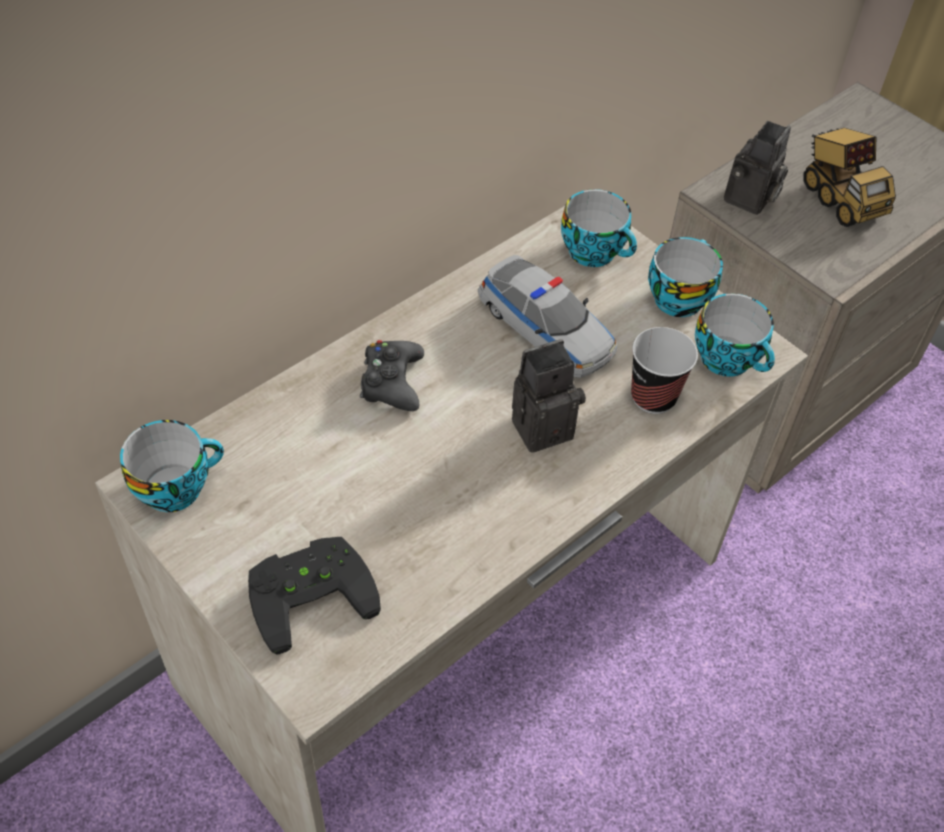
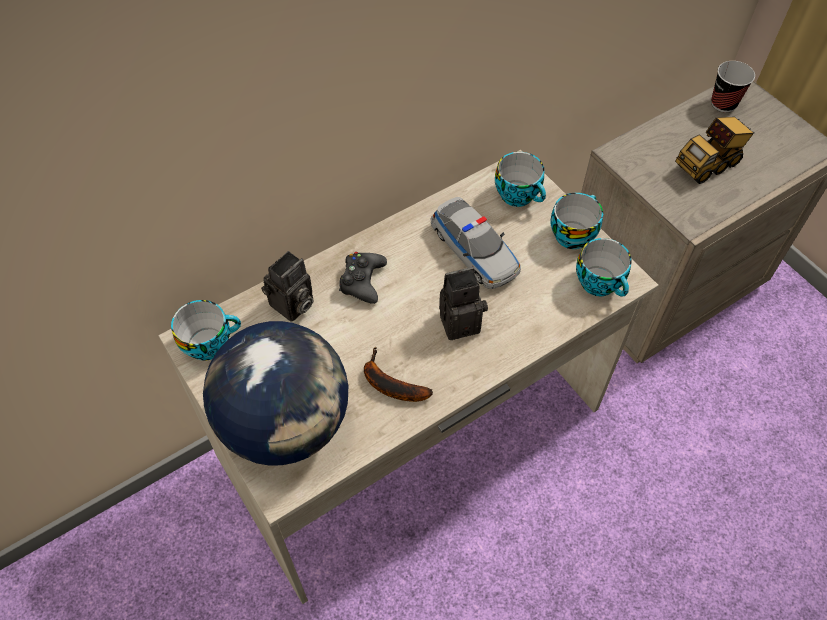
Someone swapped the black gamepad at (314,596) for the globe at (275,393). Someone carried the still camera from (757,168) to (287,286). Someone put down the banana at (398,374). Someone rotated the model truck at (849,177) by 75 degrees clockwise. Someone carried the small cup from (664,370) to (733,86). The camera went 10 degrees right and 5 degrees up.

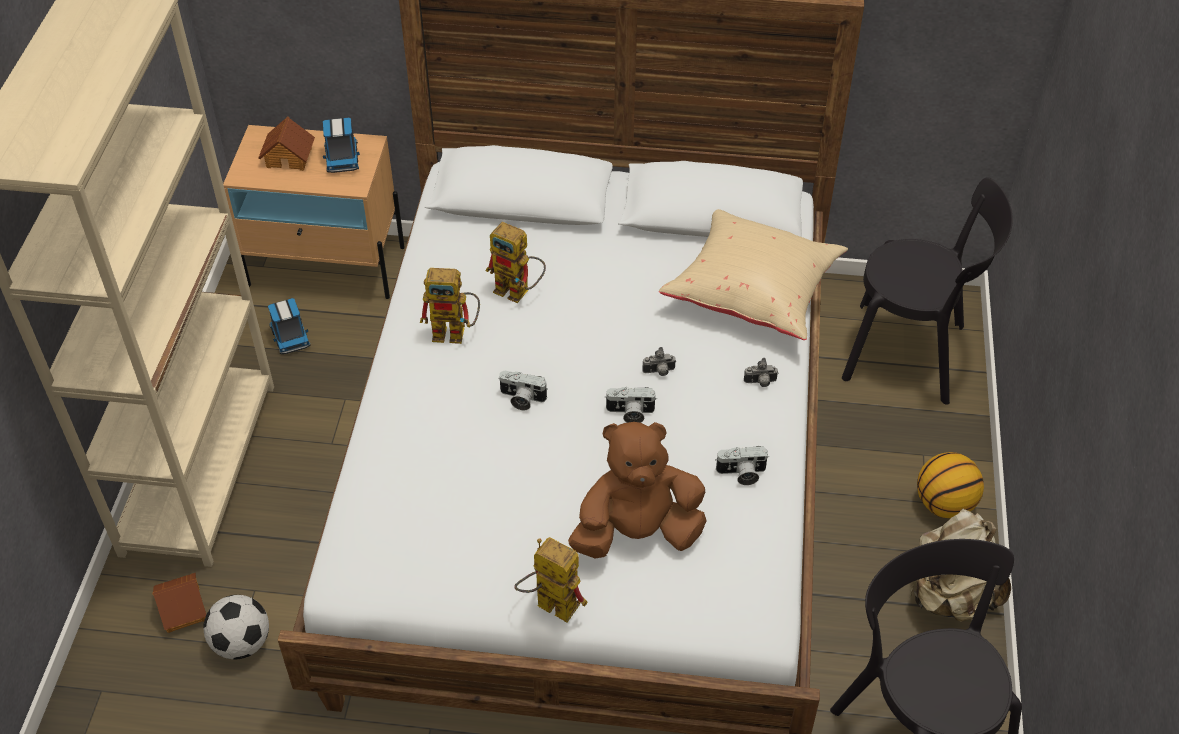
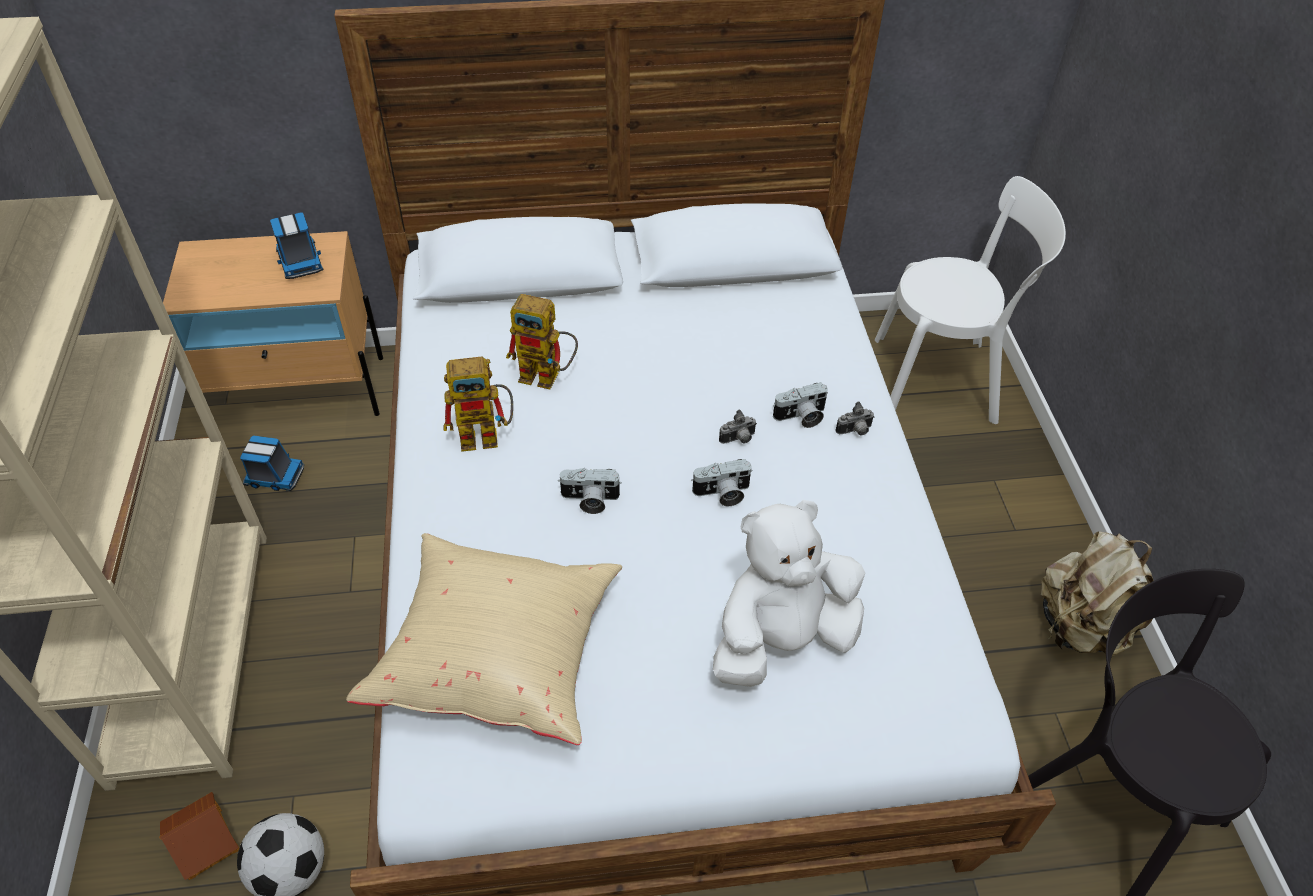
Someone rotated the model truck at (289,326) by 45 degrees counterclockwise. Someone carried the sand-coloured cushion from (753,274) to (484,639). Someone repainted the brownish cuddly toy at (637,490), which became the white-coloured cuddly toy at (789,593). Someone carried the still camera from (742,465) to (800,405). Someone repainted the black upright chair at (927,291), which became the white-coloured upright chair at (970,300). Someone took away the model house at (286,143). Someone took away the model robot at (551,579). Someone took away the basketball ball at (950,485). The camera went 15 degrees left and 0 degrees up.

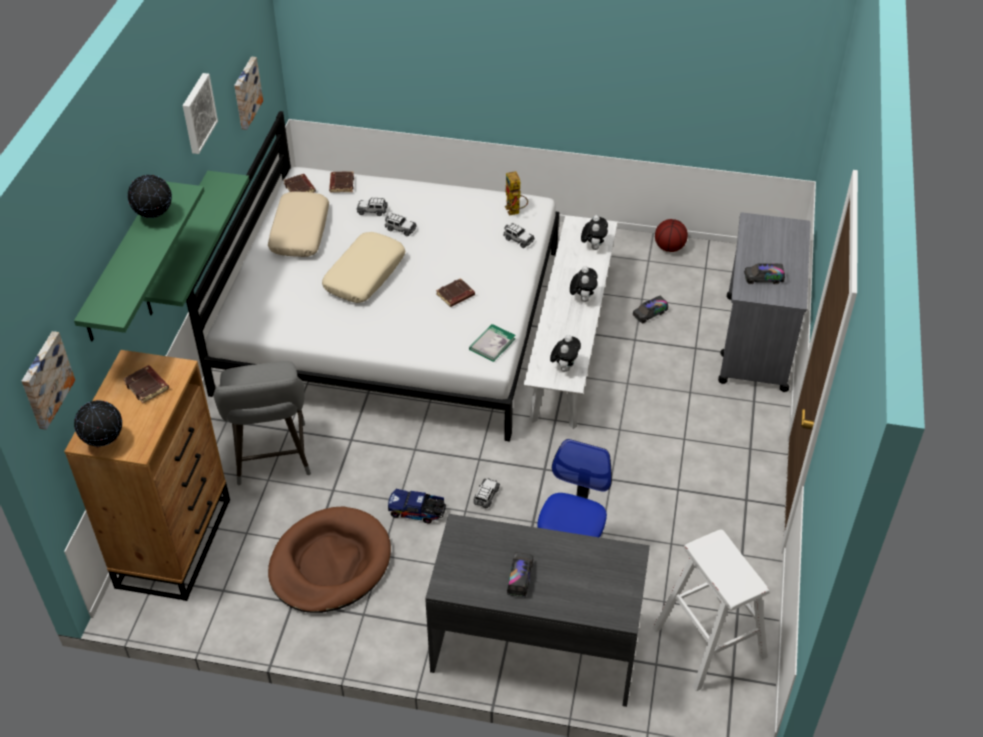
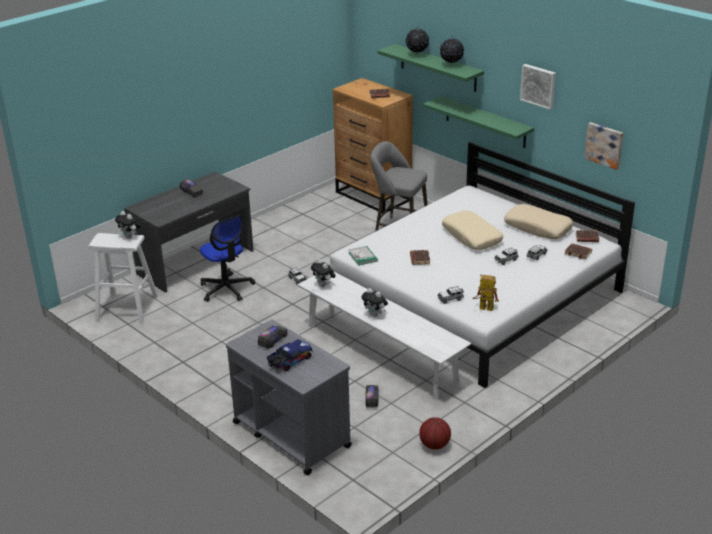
Someone carried the cuddly toy from (594,232) to (128,224). Someone carried the model truck from (417,506) to (290,355). Someone carried the globe from (98,423) to (417,40). Someone took away the wall art at (48,380). Someone took away the brownish dog bed at (329,559). The camera went 125 degrees right and 15 degrees down.

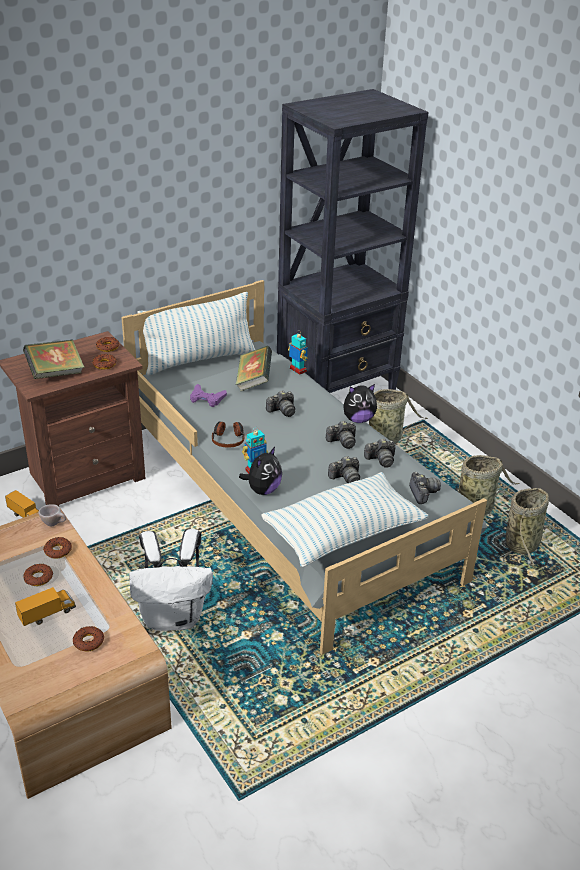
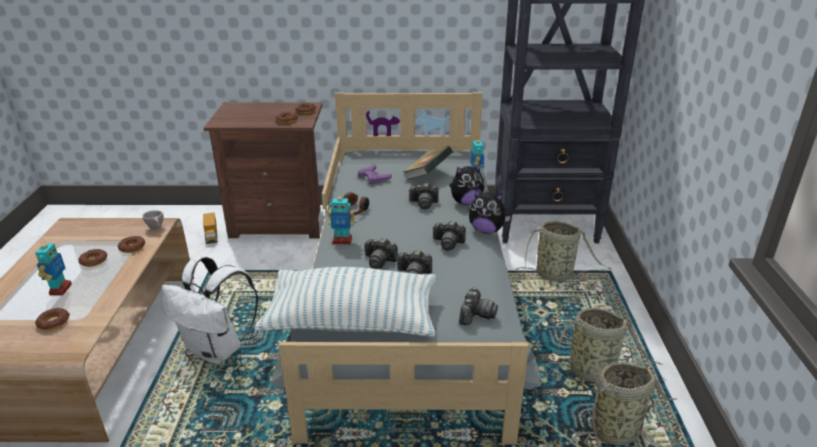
Someone swapped the model truck at (45,606) for the model robot at (53,267). Someone carried the still camera from (380,453) to (381,253). Someone carried the cuddly toy from (260,471) to (467,184). Someone took away the bound book at (53,359). Someone took away the cushion at (196,333). The camera went 35 degrees right and 5 degrees down.

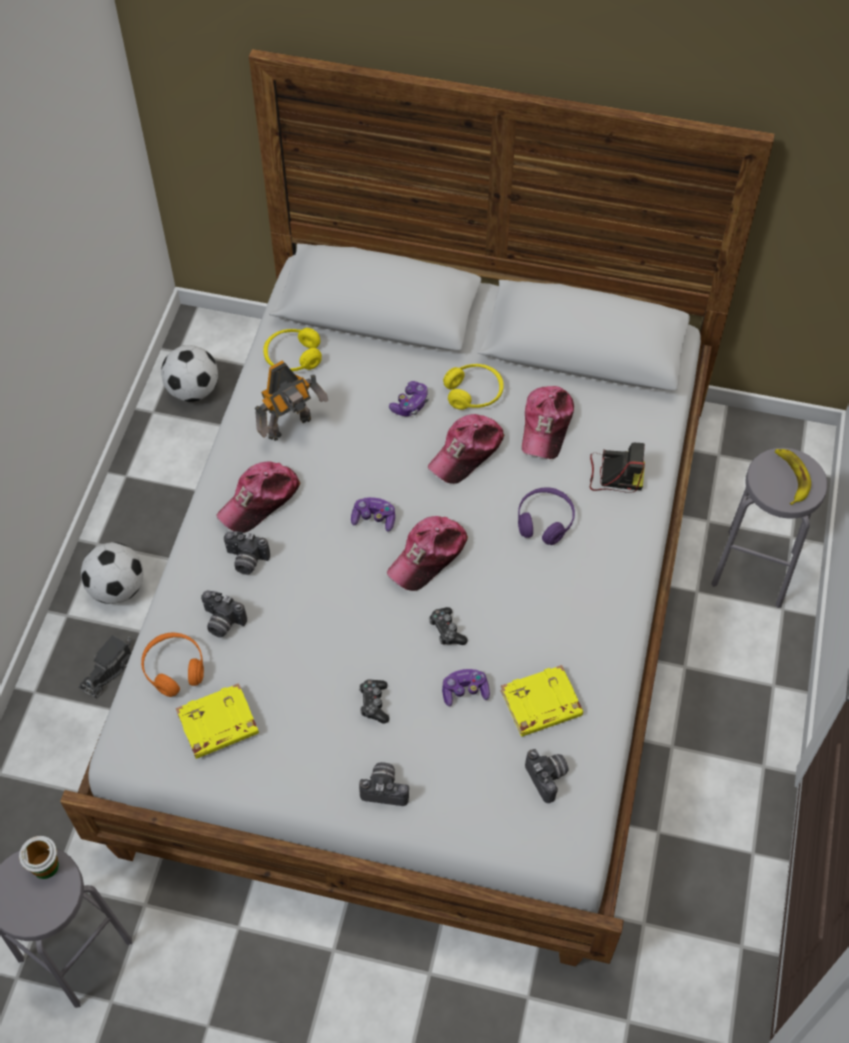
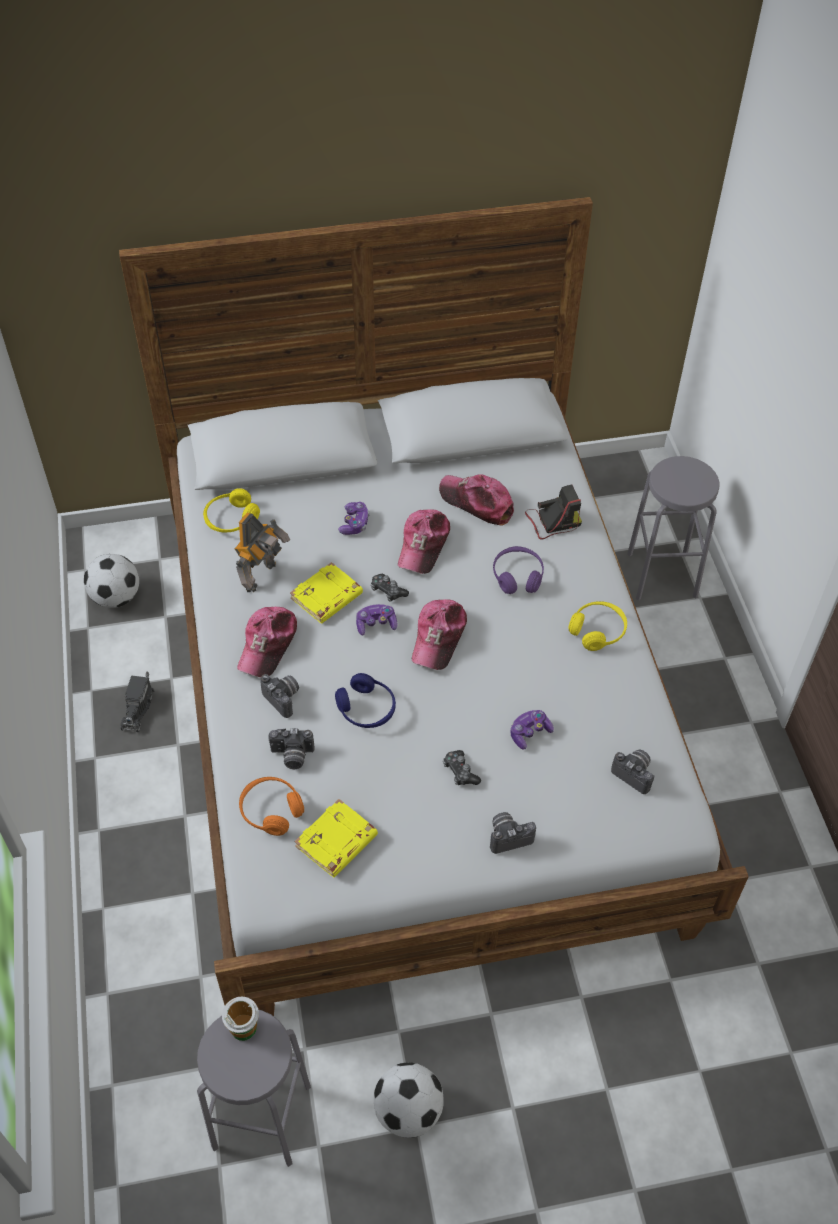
Someone carried the model truck from (105,666) to (137,701). Someone rotated the still camera at (247,553) by 120 degrees counterclockwise. Someone carried the yellowish bound book from (541,700) to (326,592). Someone put down the blue-coloured pair of headphones at (365,700). Someone carried the gamepad from (448,626) to (390,587). Someone carried the ball for football from (112,573) to (409,1100). Someone rotated the peaked cap at (548,422) by 135 degrees clockwise. Someone carried the yellowish pair of headphones from (473,387) to (597,626). Someone took away the banana at (793,477). The camera went 25 degrees left and 5 degrees down.

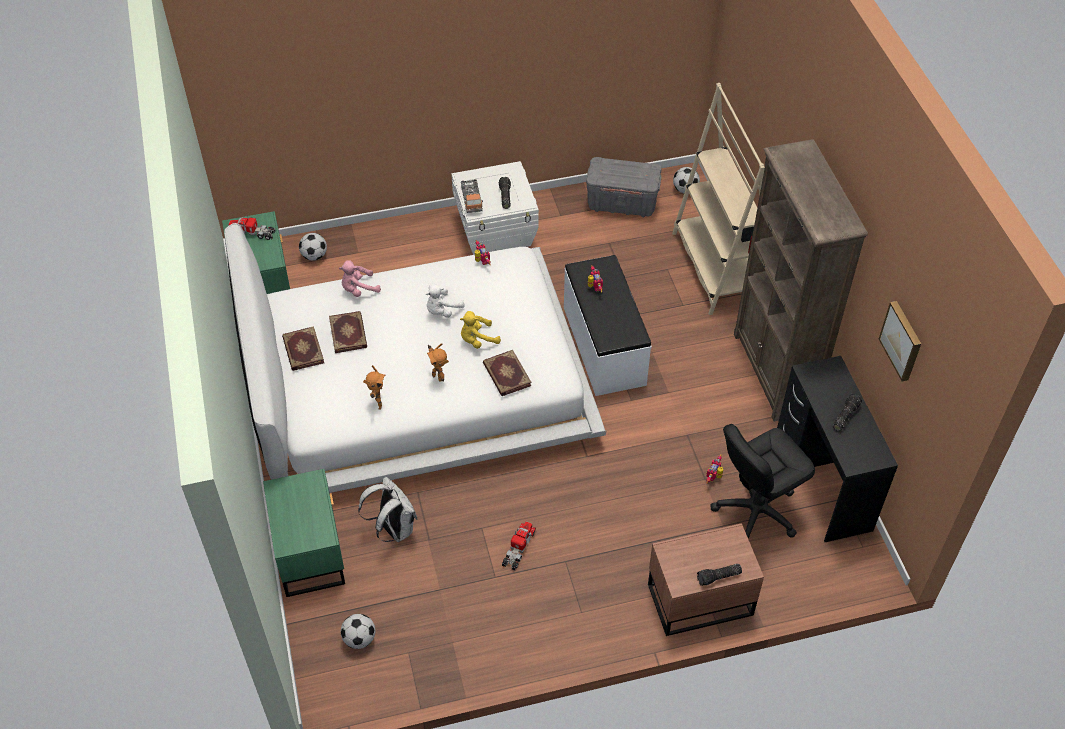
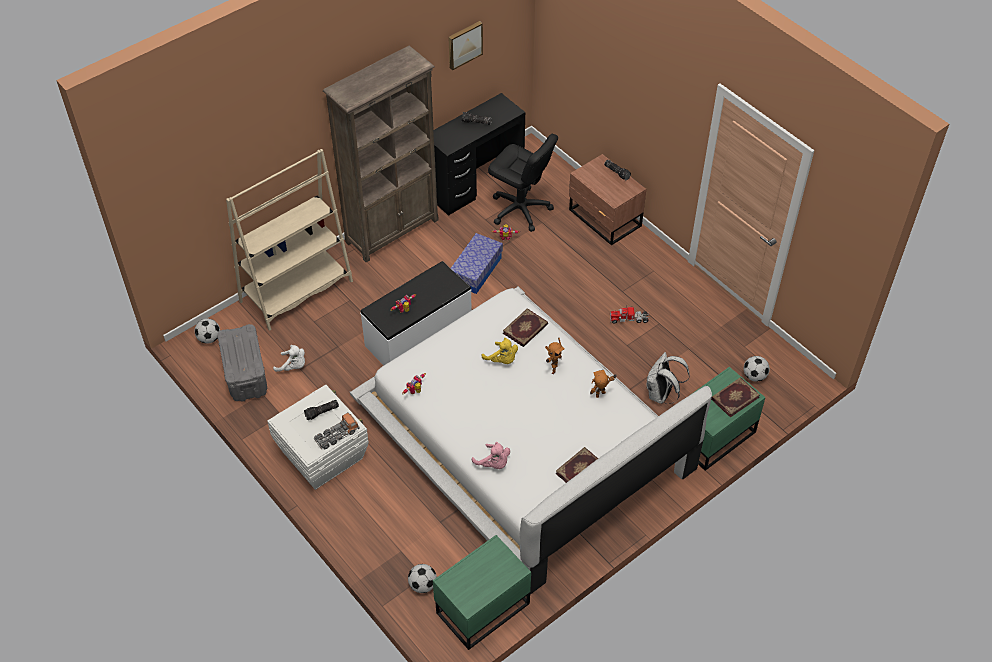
Someone carried the white-coloured cuddly toy from (445,301) to (289,358). Someone put down the storage bin at (477,263). Someone carried the bound book from (348,332) to (735,397). Someone took away the model truck at (252,228). The camera went 115 degrees left and 0 degrees up.

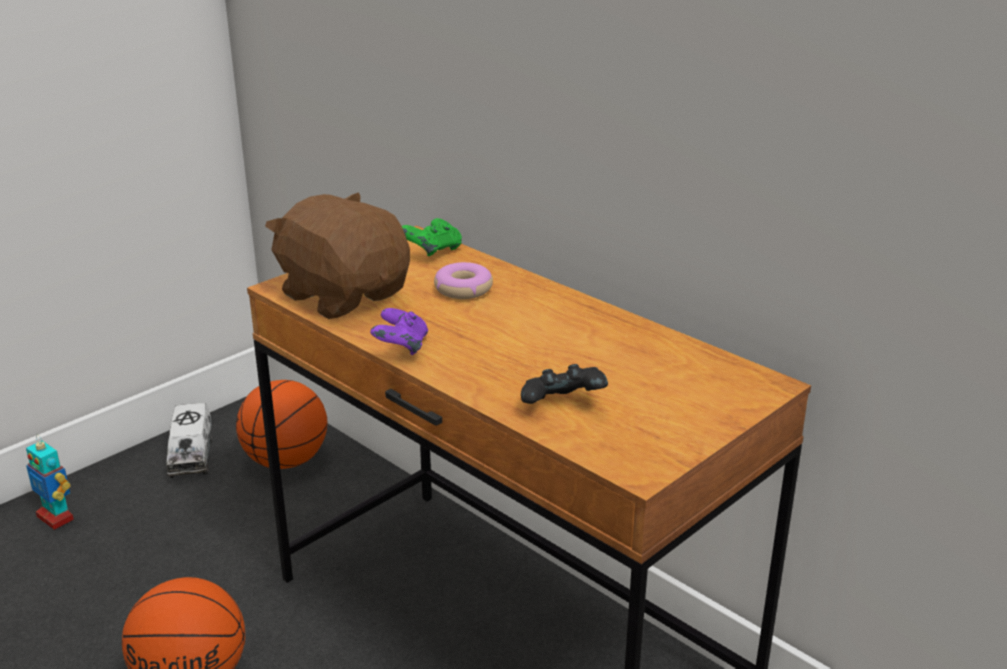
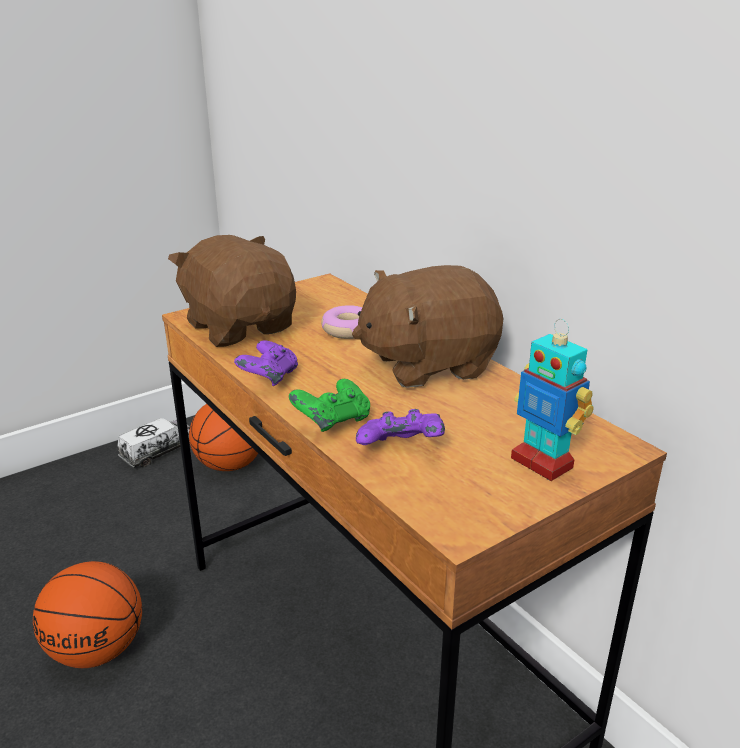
Someone rotated the model truck at (189,440) by 135 degrees counterclockwise. Someone carried the greenish gamepad from (432,237) to (329,405). Someone put down the brownish cuddly toy at (427,326). Someone repainted the black gamepad at (564,384), which became the purple gamepad at (400,427). Someone carried the model robot from (50,482) to (552,400). The camera went 10 degrees right and 0 degrees up.

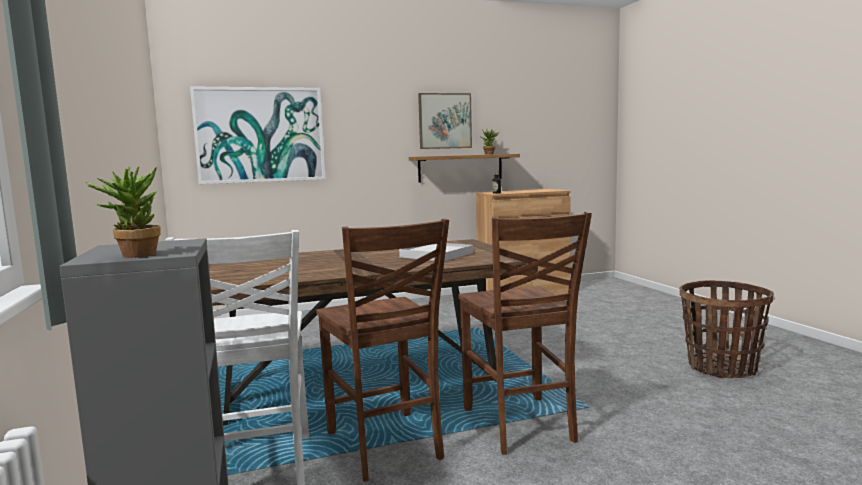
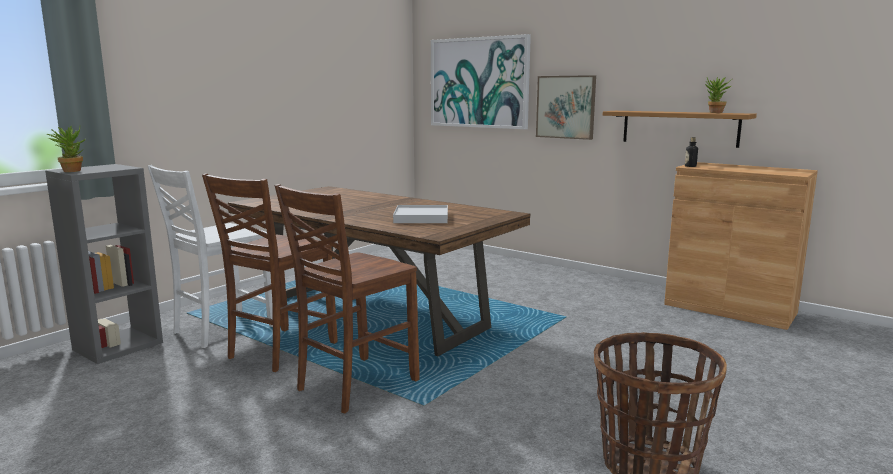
Someone carried the wall art from (445,121) to (566,107). The camera went 55 degrees right and 5 degrees up.

